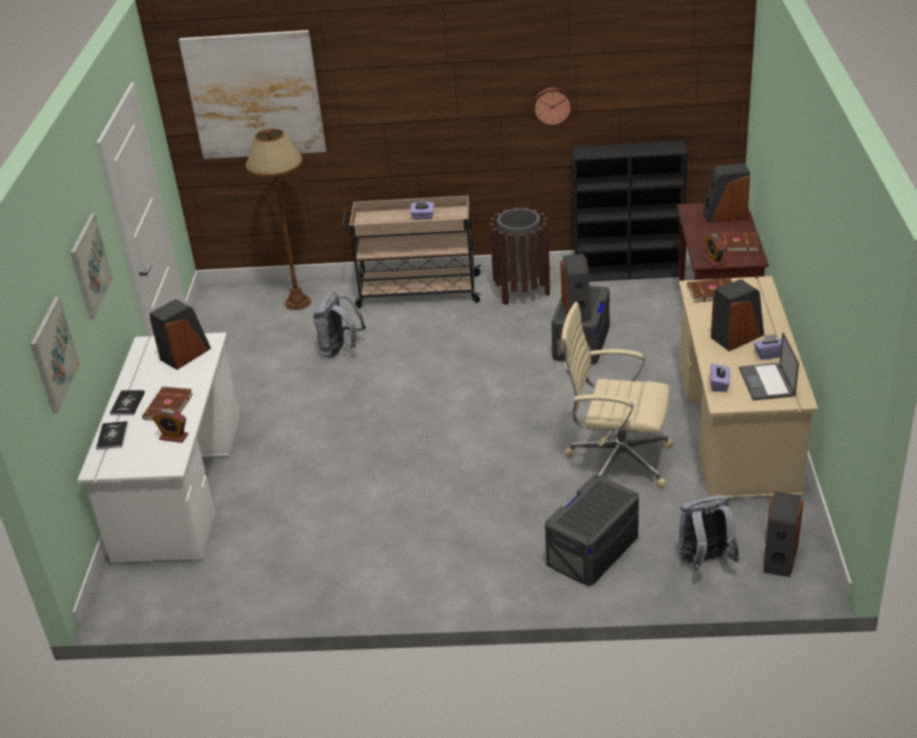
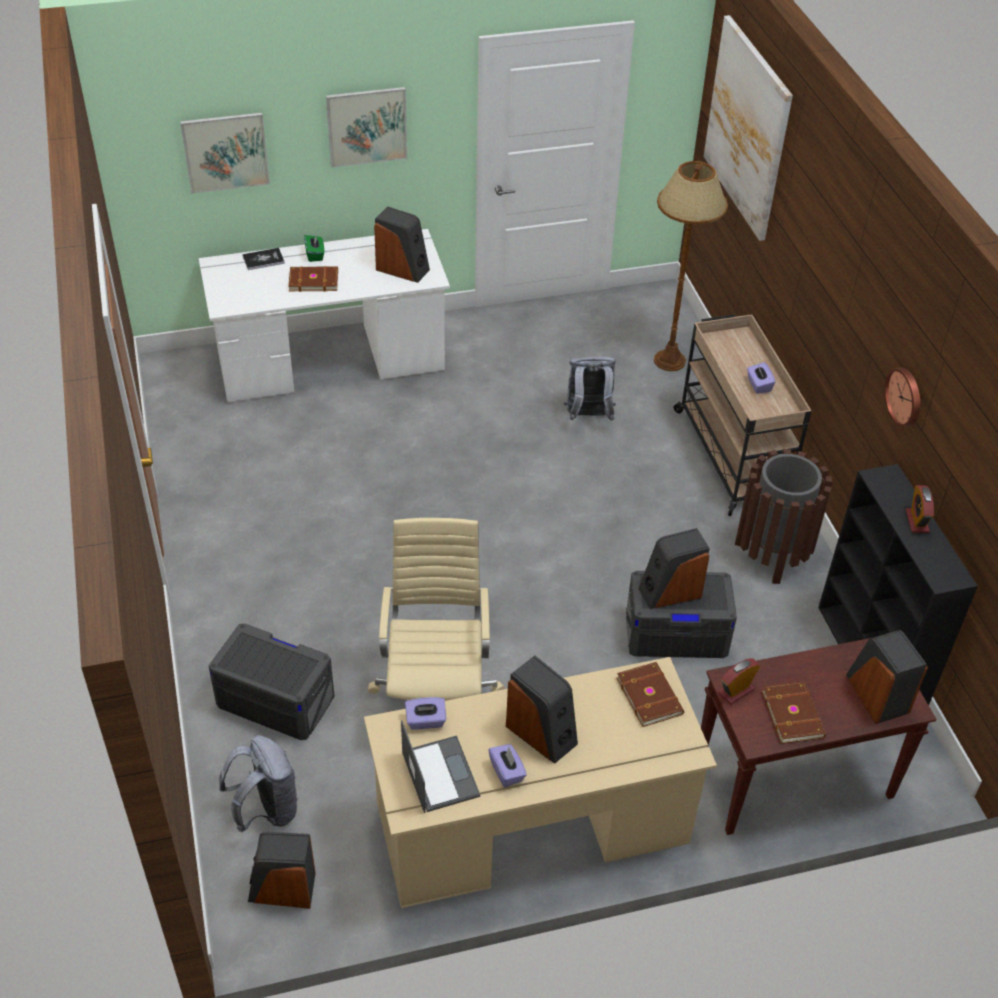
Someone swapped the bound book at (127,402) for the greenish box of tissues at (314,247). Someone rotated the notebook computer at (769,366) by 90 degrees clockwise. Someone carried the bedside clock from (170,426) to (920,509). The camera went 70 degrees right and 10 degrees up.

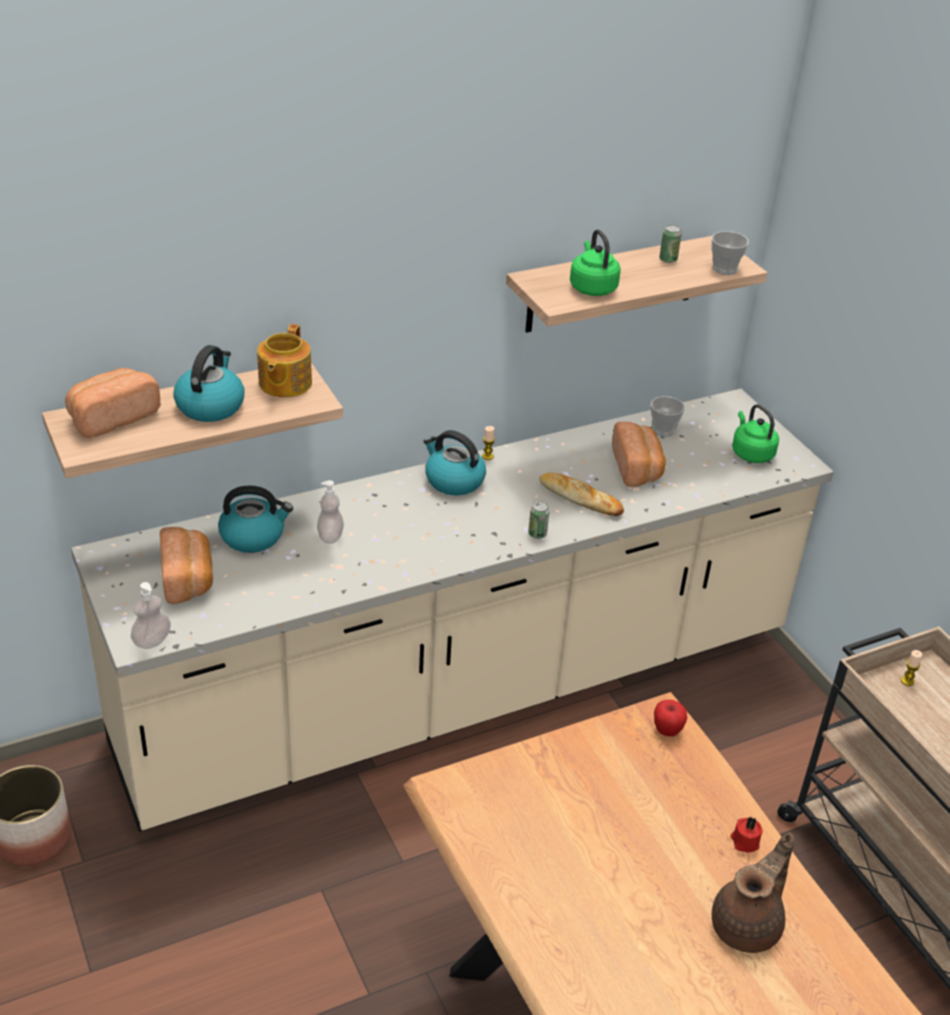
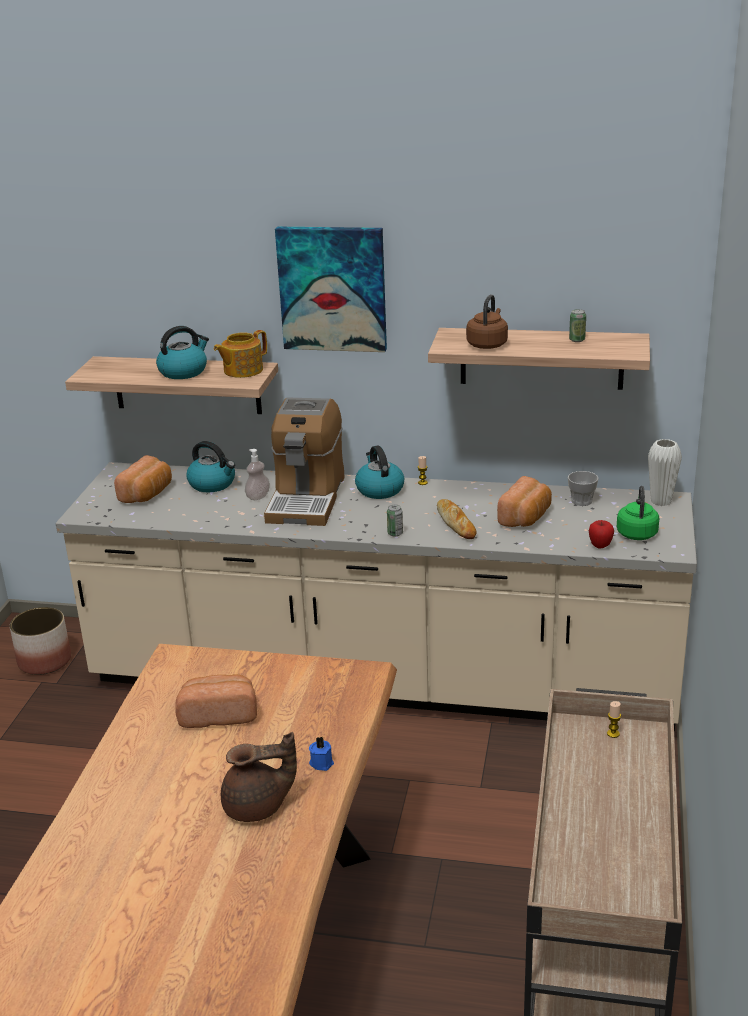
Someone carried the bread from (113,403) to (216,701). Someone put down the coffee maker at (304,461). Someone put up the wall art at (331,289). Someone repainted the red candle at (746,835), which became the blue-coloured candle at (321,753). Someone repainted the greenish tea kettle at (595,262), which became the brownish tea kettle at (487,321). Someone carried the apple from (670,718) to (601,534). Someone put down the white-coloured decorative vase at (665,472). Someone took away the liquid soap bottle at (151,615). Someone took away the small cup at (730,253). The camera went 40 degrees right and 10 degrees down.

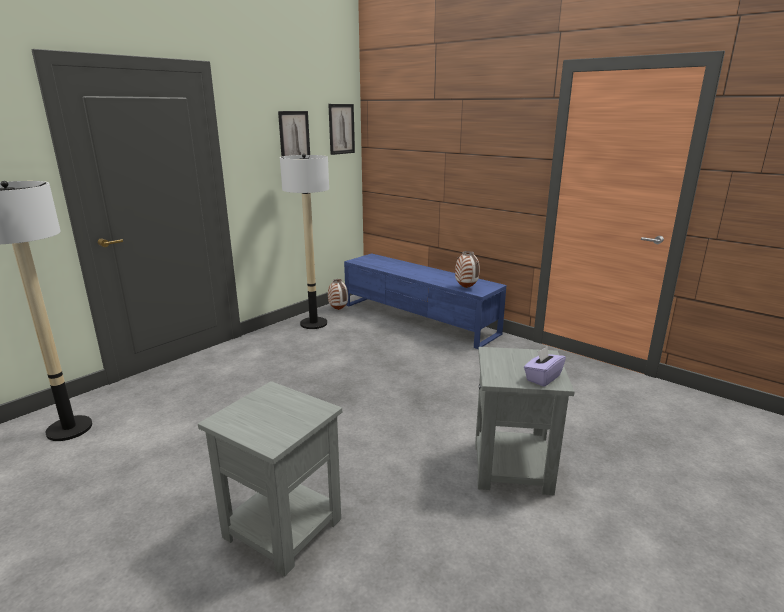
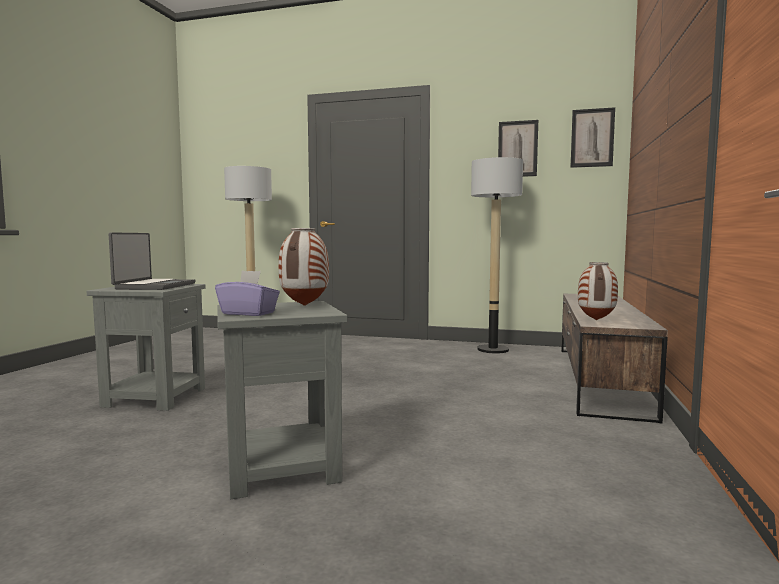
Someone put down the notebook computer at (152,261). Someone carried the decorative vase from (338,294) to (303,267). Someone repainted the blue-coloured tv stand at (425,301), which became the brownish tv stand at (614,359). The camera went 65 degrees right and 15 degrees down.

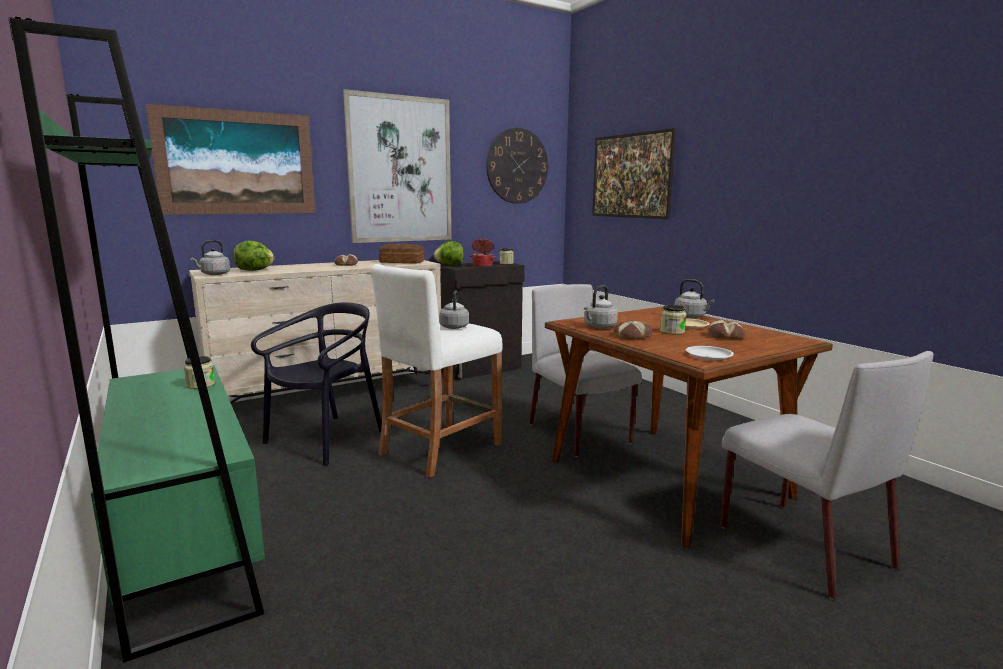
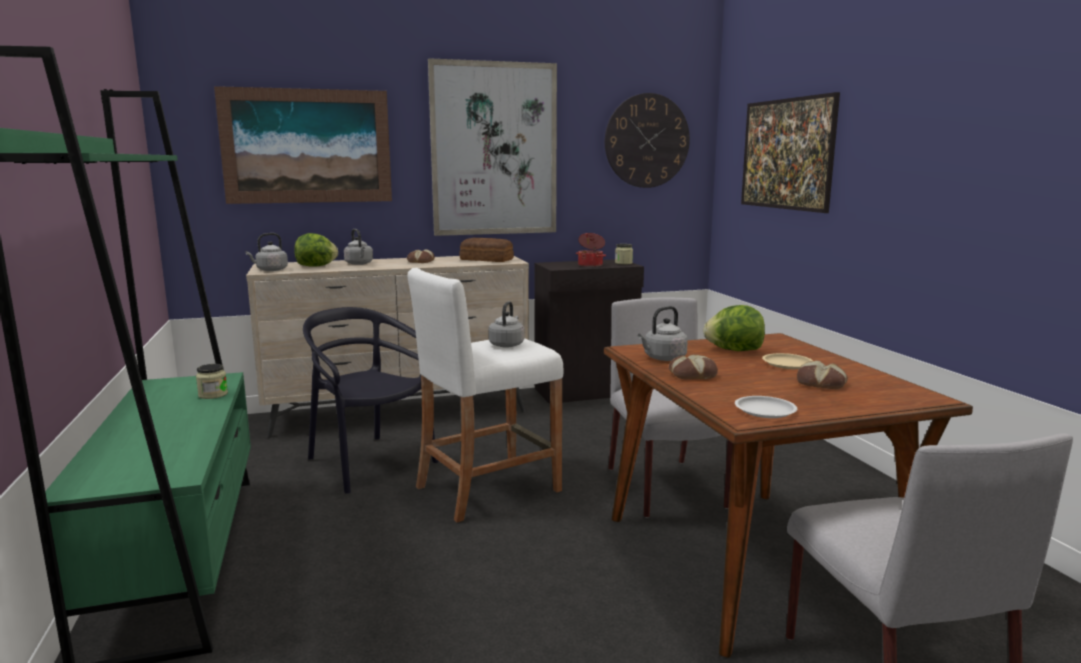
Someone rotated the black upright chair at (316,384) by 90 degrees counterclockwise. Someone carried the gray tea kettle from (694,298) to (358,247). Someone carried the lettuce head from (449,253) to (734,328). Someone took away the storage jar at (673,320). The camera went 15 degrees right and 0 degrees up.

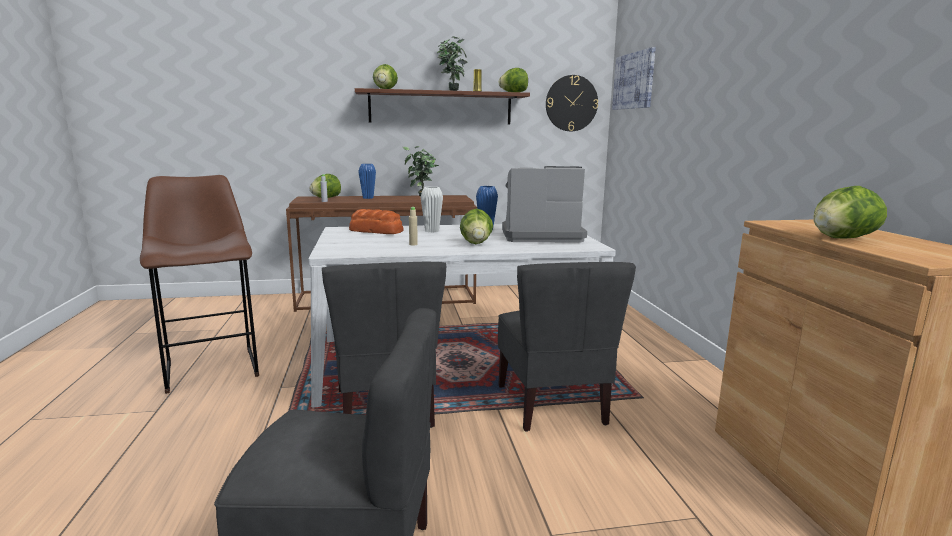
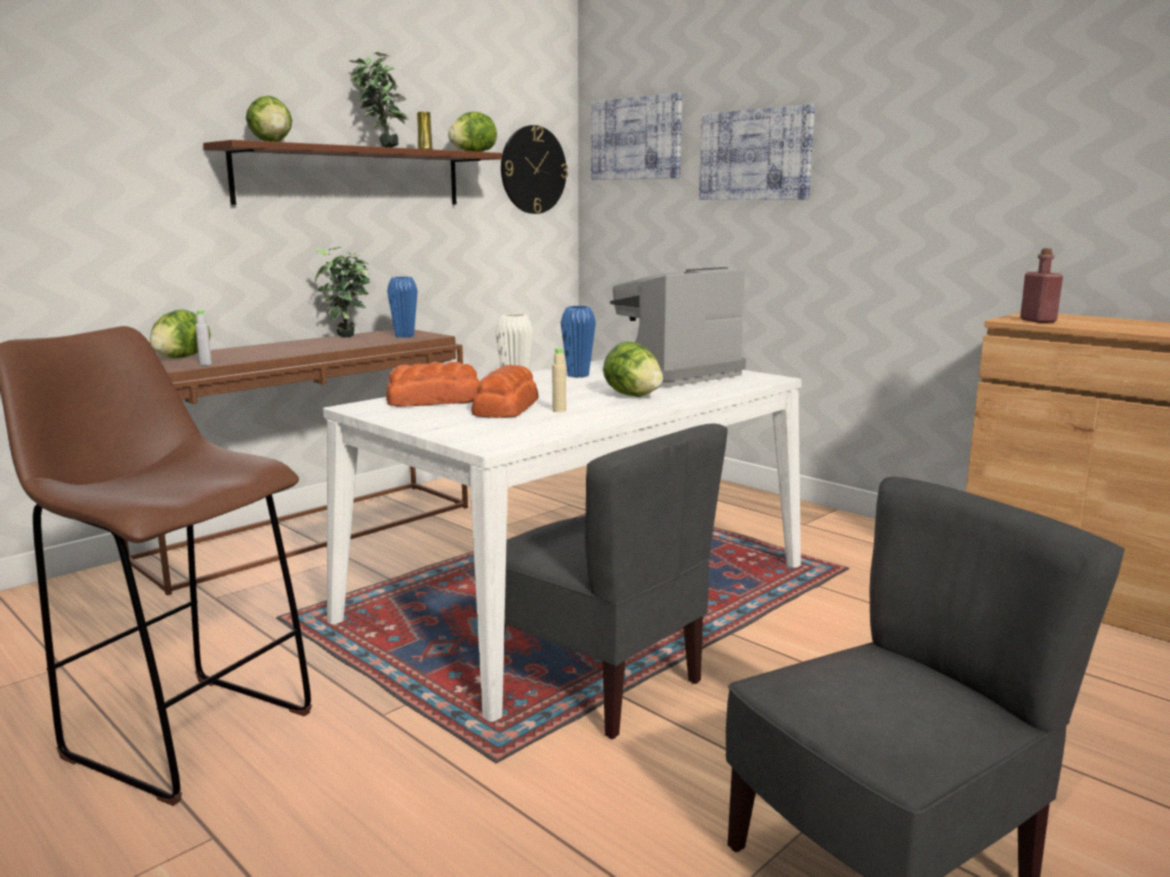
Someone carried the blue-coloured decorative vase from (367,181) to (402,307). Someone put down the bread at (505,391). Someone put up the wall art at (757,152). Someone put down the red bottle at (1041,285). Someone took away the gray upright chair at (567,347). Someone took away the lettuce head at (850,212). The camera went 35 degrees left and 0 degrees up.

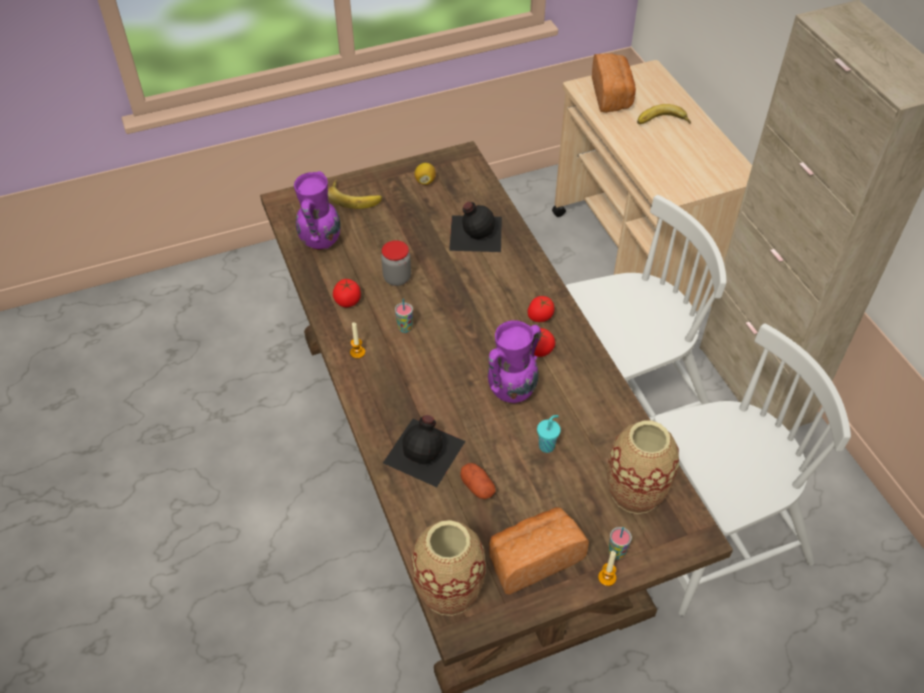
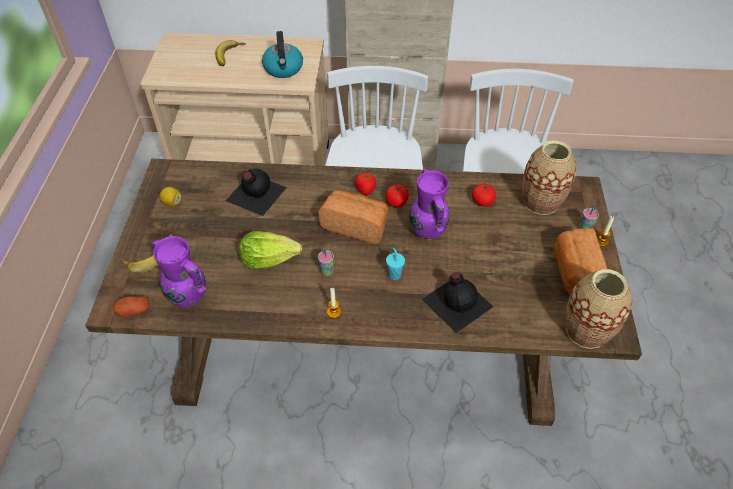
Someone carried the spud from (478,481) to (131,306). Someone swapped the storage jar at (396,263) for the lettuce head at (270,250). Someone put down the tea kettle at (282,54). Someone carried the bread from (614,83) to (353,217). Someone carried the turquoise-coloured small cup from (549,434) to (395,263). Someone carried the fresh tomato from (347,293) to (484,195). The camera went 65 degrees left and 0 degrees up.

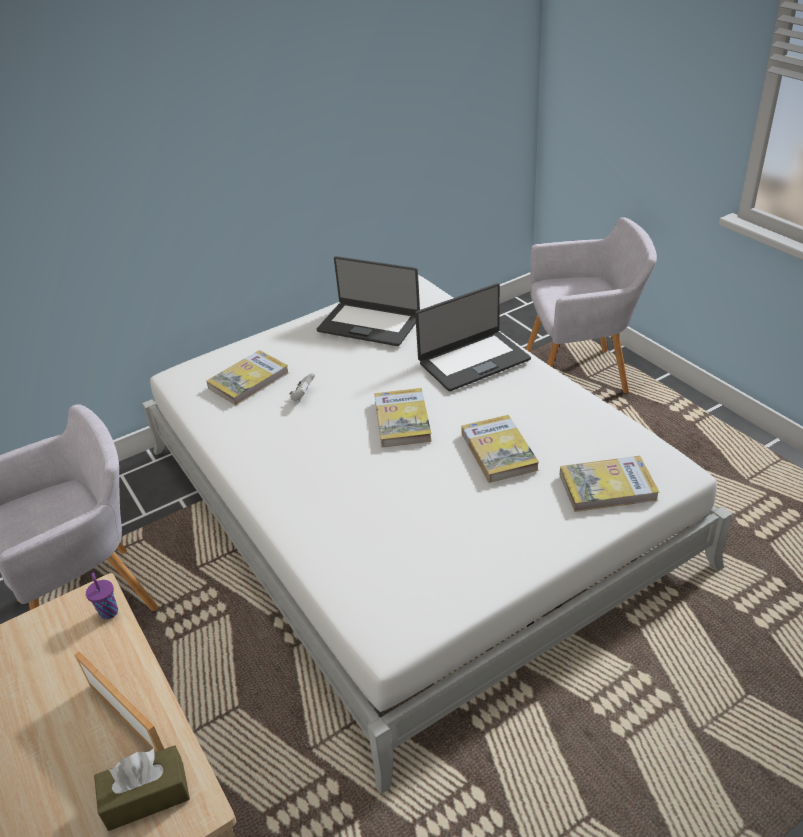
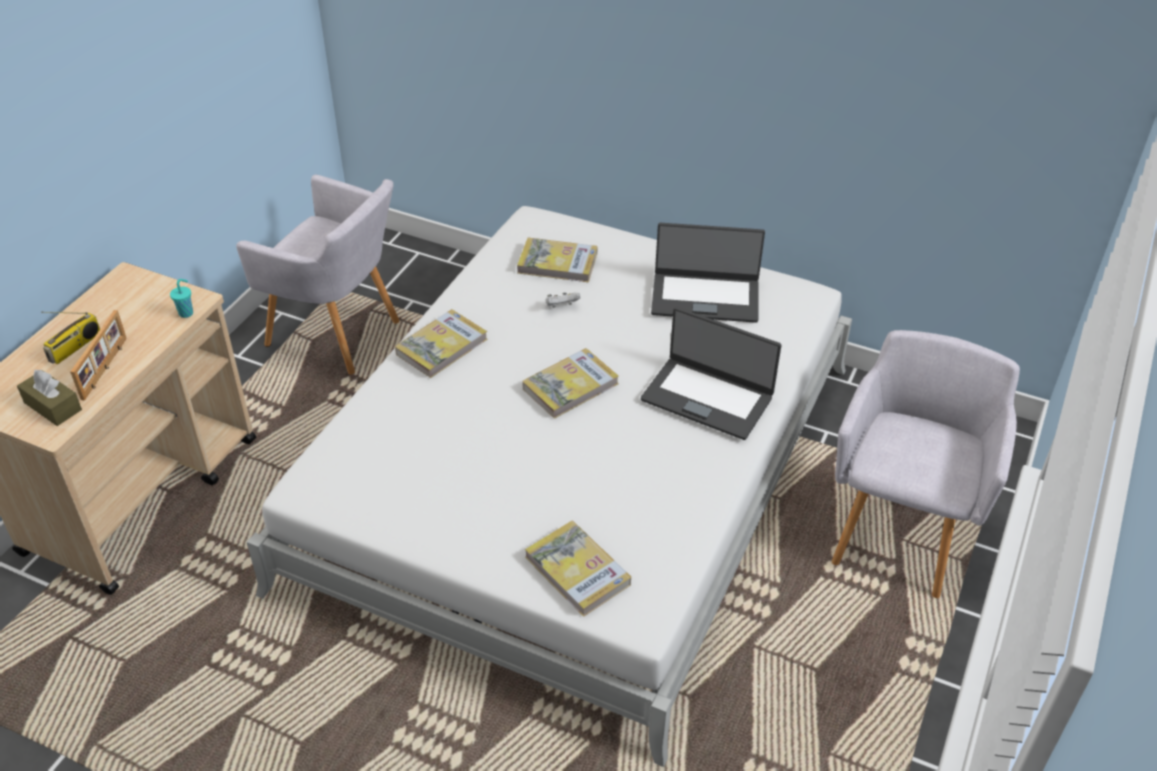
Someone put down the radio receiver at (70,338). Someone repainted the purple small cup at (102,596), which became the turquoise-coloured small cup at (181,298). Someone carried the bound book from (500,449) to (441,343). Someone rotated the notebook computer at (368,301) by 75 degrees counterclockwise. Someone rotated the gray lounge chair at (591,305) by 120 degrees counterclockwise. The camera went 55 degrees right and 5 degrees up.

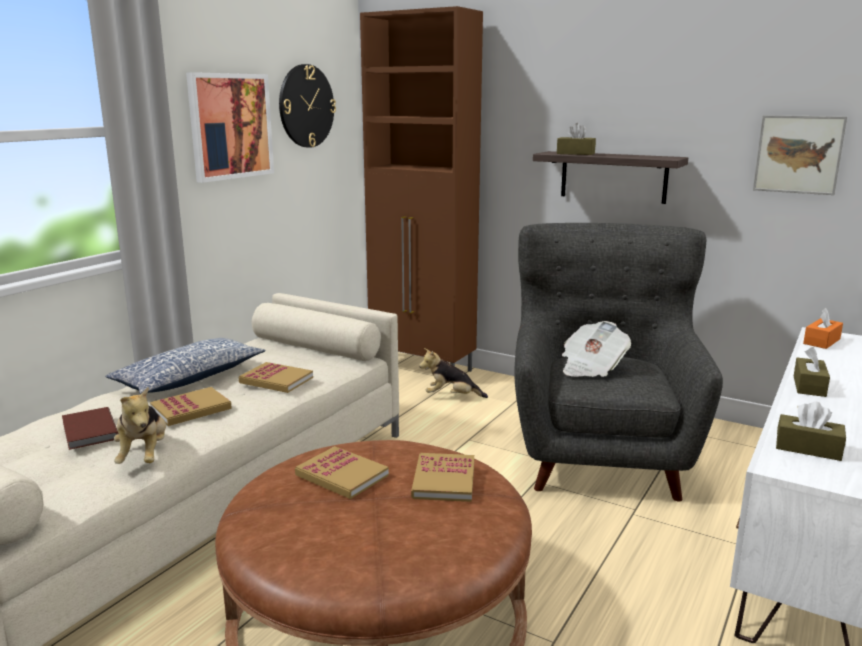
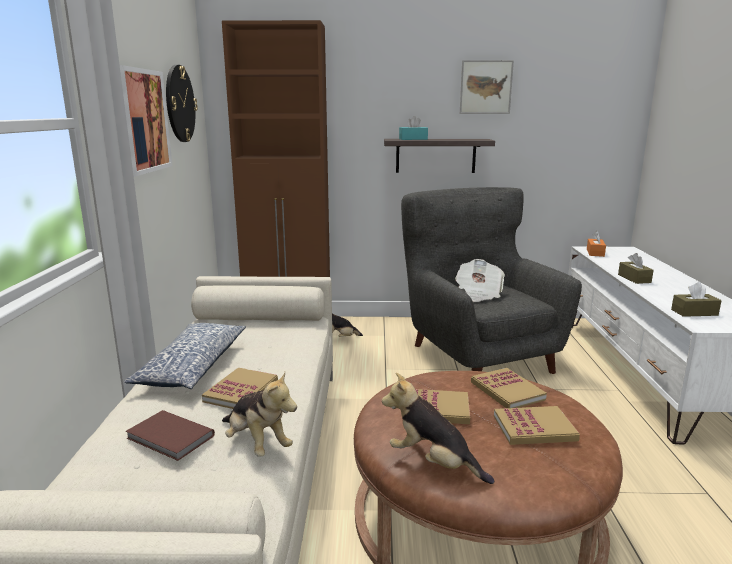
Someone put down the cuddly toy at (438,428). Someone repainted the brownish box of tissues at (576,139), which became the turquoise-coloured box of tissues at (413,128). Someone carried the wall art from (800,155) to (487,87). Someone carried the bound book from (276,377) to (537,425). The camera went 30 degrees left and 0 degrees up.

